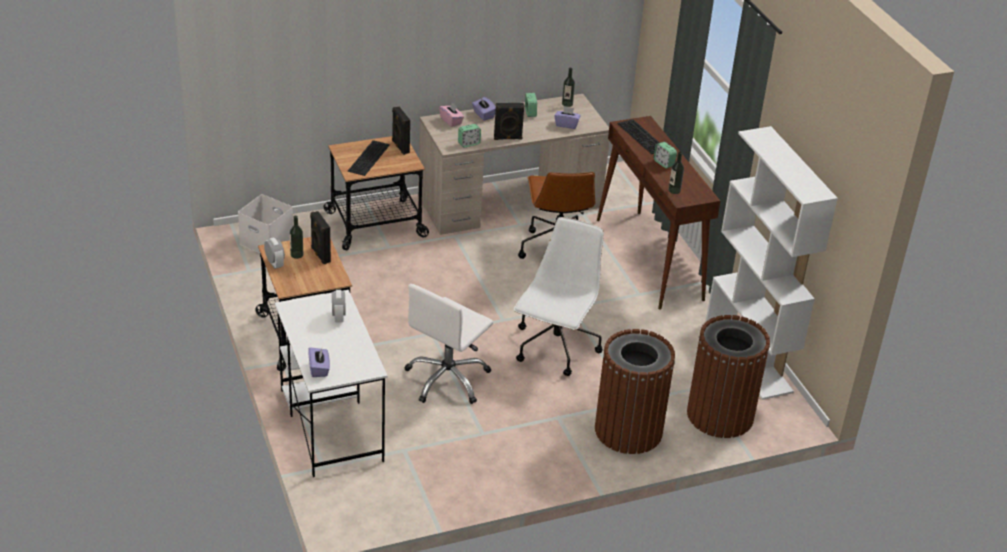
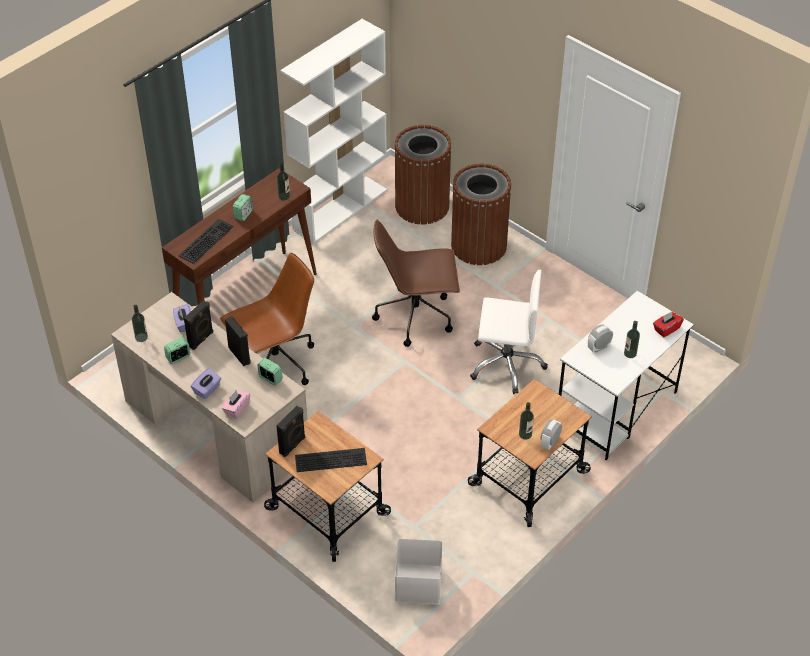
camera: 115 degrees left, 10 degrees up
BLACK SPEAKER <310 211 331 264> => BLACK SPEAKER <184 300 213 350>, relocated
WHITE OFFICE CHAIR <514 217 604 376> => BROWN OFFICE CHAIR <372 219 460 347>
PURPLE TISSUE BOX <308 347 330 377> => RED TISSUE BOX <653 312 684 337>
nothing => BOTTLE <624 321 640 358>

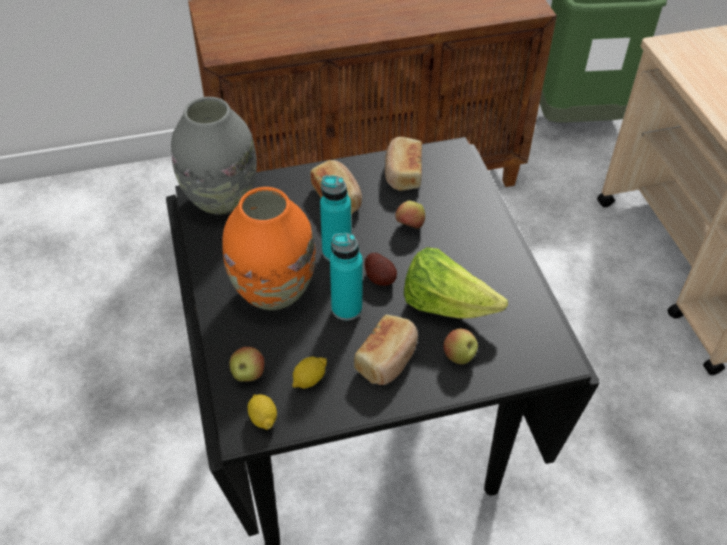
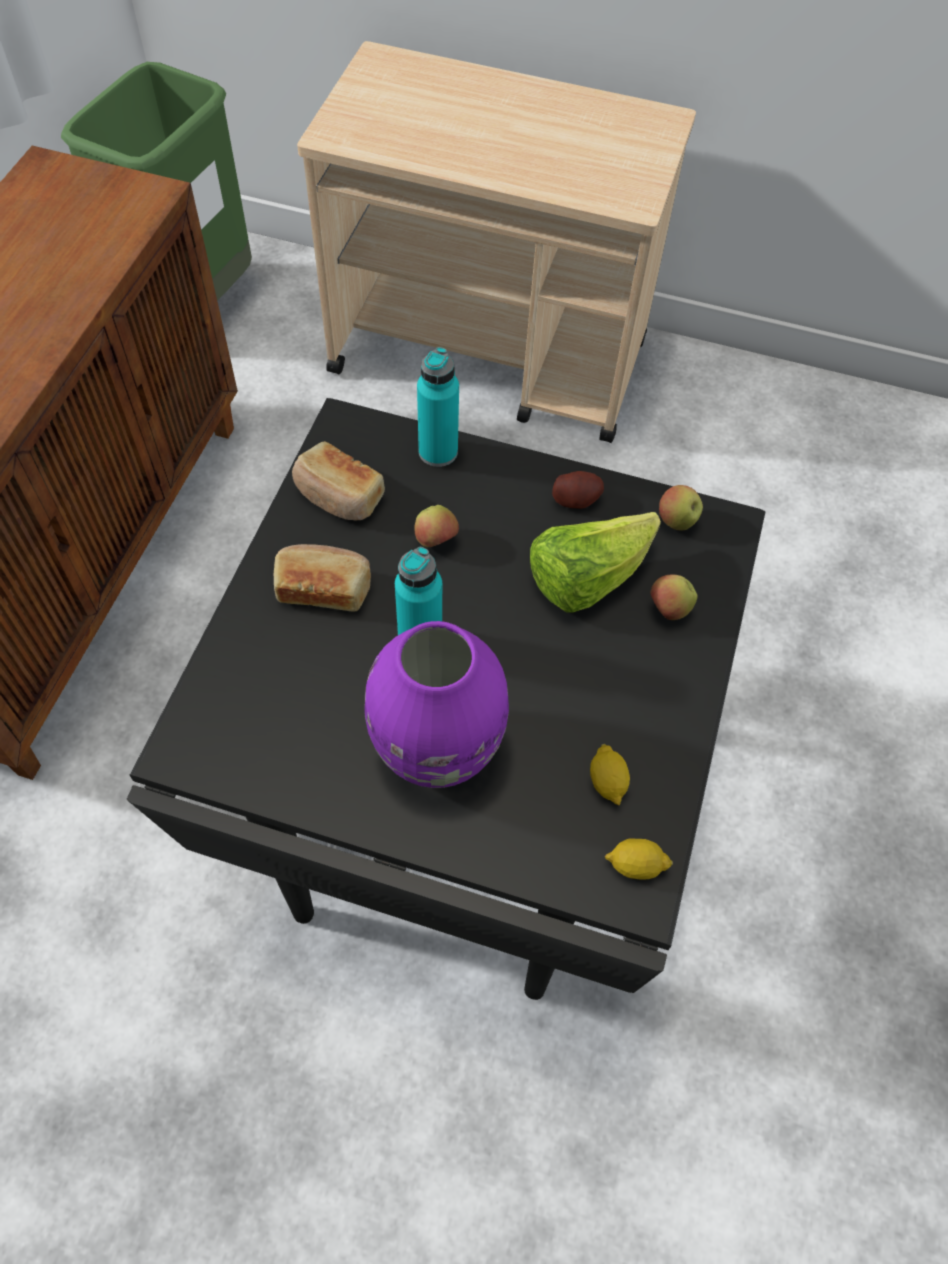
camera: 60 degrees left, 10 degrees up
GREY VASE <171 97 257 215> => nothing
ORANGE VASE <222 187 316 310> => PURPLE VASE <364 621 509 788>
TURQUOISE BOTTLE <330 233 363 321> => TURQUOISE BOTTLE <417 347 459 467>, relocated
POTATO <365 253 397 286> => POTATO <552 471 604 509>, relocated
BREAD <354 315 418 385> => nothing
APPLE <229 347 264 382> => APPLE <659 485 703 531>, relocated

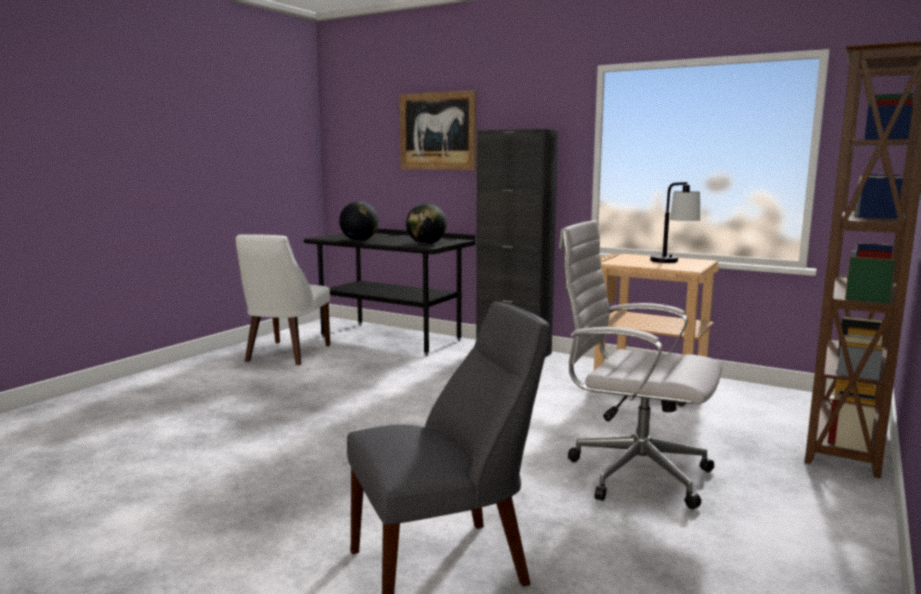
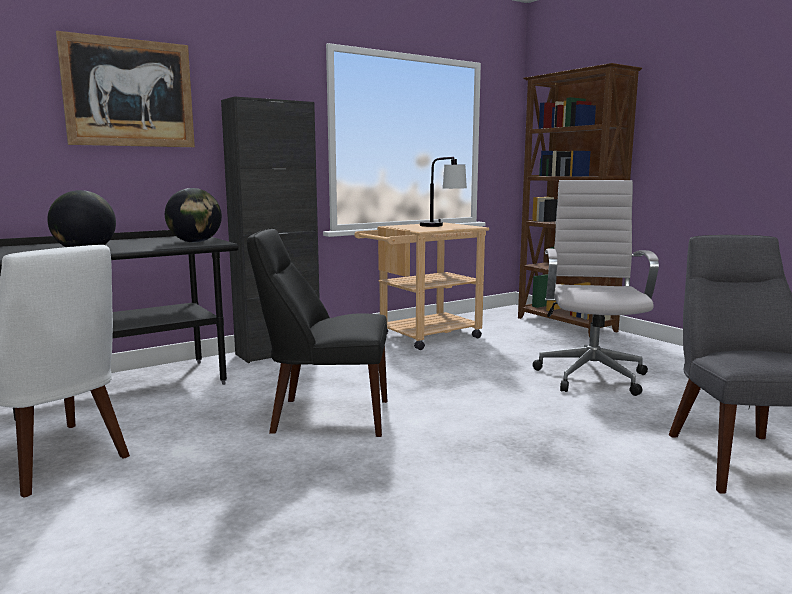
camera: 65 degrees left, 0 degrees up
WHITE OFFICE CHAIR <559 220 722 509> => WHITE OFFICE CHAIR <532 180 659 396>, 135 degrees clockwise
nothing => BLACK CHAIR <247 229 387 437>

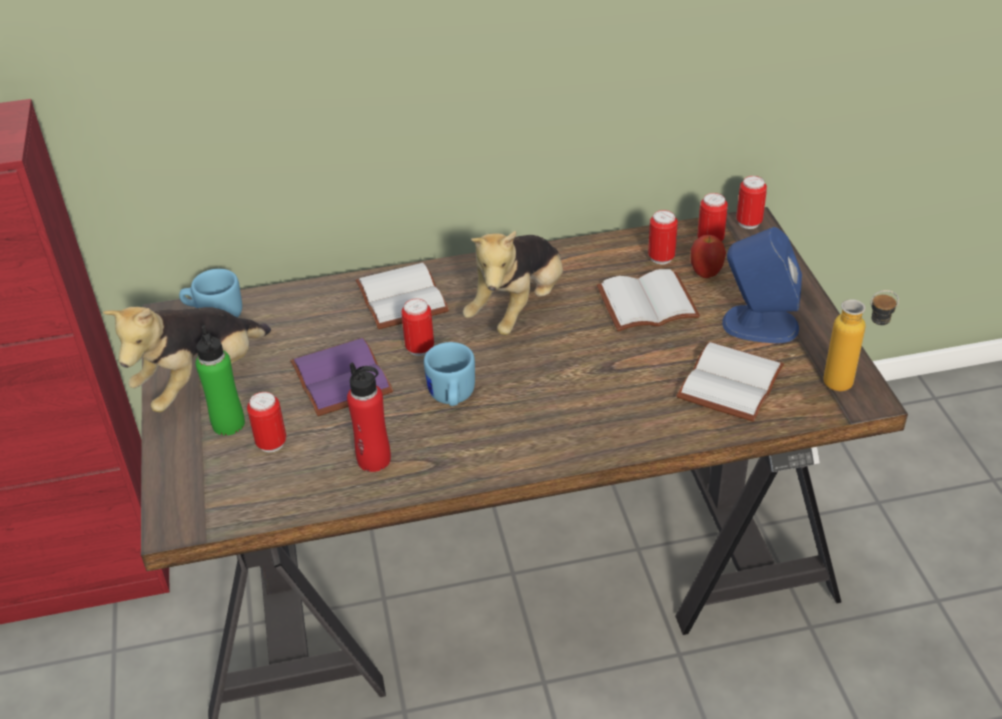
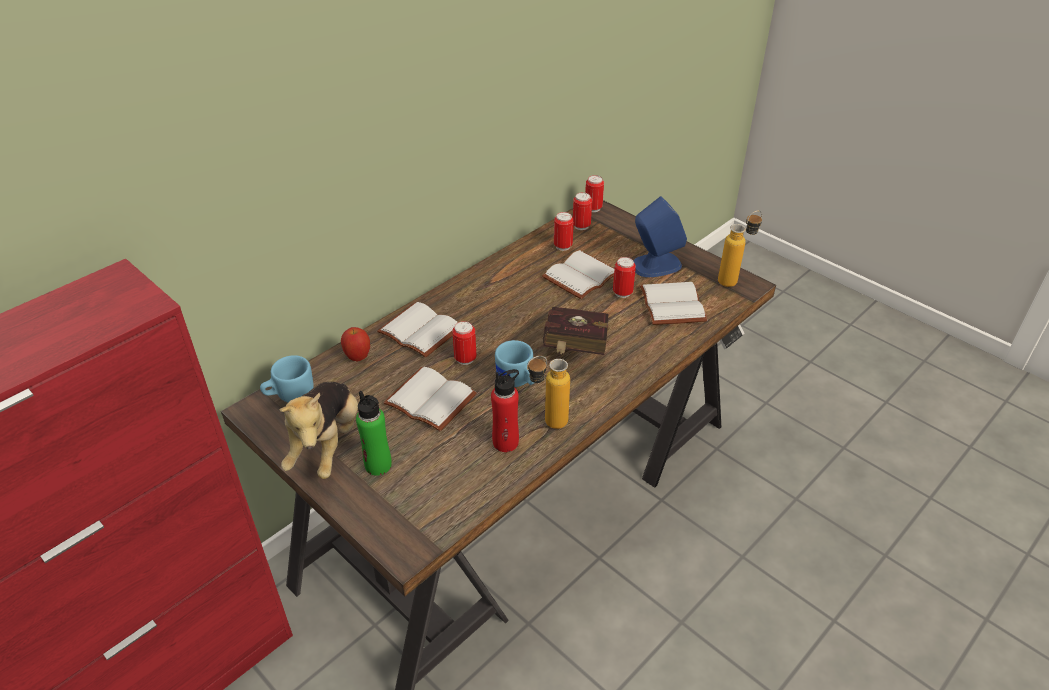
camera: 35 degrees left, 0 degrees up
PLUSH TOY <463 231 563 335> => nothing
APPLE <691 235 726 278> => APPLE <341 327 370 361>, relocated
PURPLE BOOK <290 338 393 416> => WHITE BOOK <383 367 477 431>
CAN <247 392 287 452> => CAN <613 257 636 298>, relocated
nothing => RED BOOK <543 307 609 355>
nothing => BOTTLE <527 356 570 429>

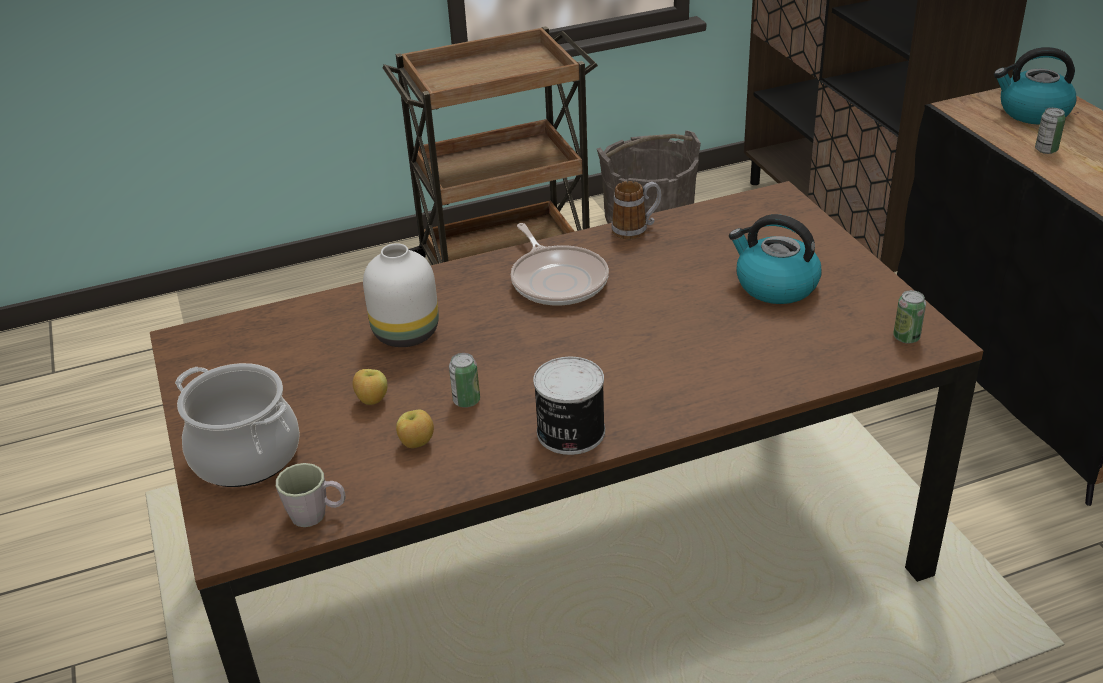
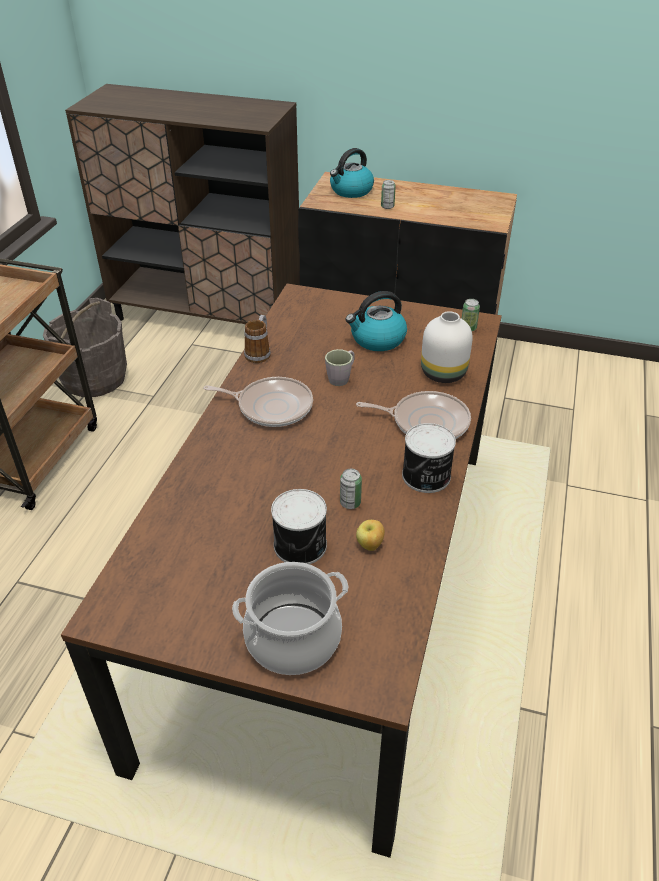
camera: 55 degrees left, 5 degrees up
WHITE VASE <363 243 439 347> => WHITE VASE <421 311 473 383>, relocated
APPLE <352 369 387 405> => CAN <271 489 327 564>
GREY MUG <276 463 346 527> => GREY MUG <325 349 355 386>, relocated
nothing => FRYING PAN <356 391 471 439>

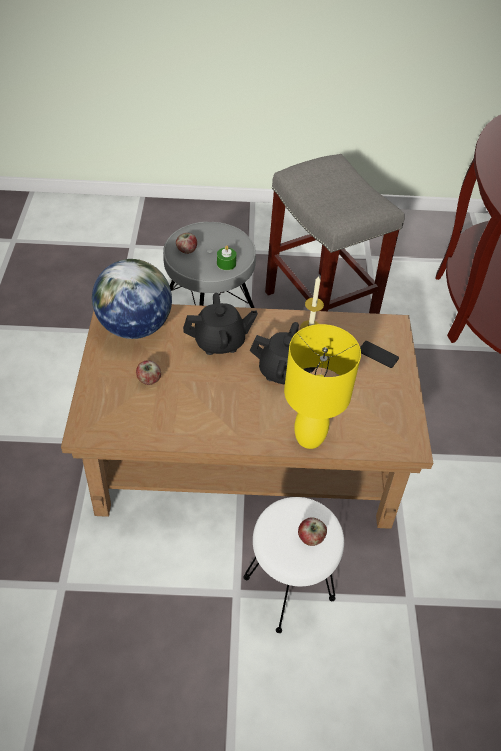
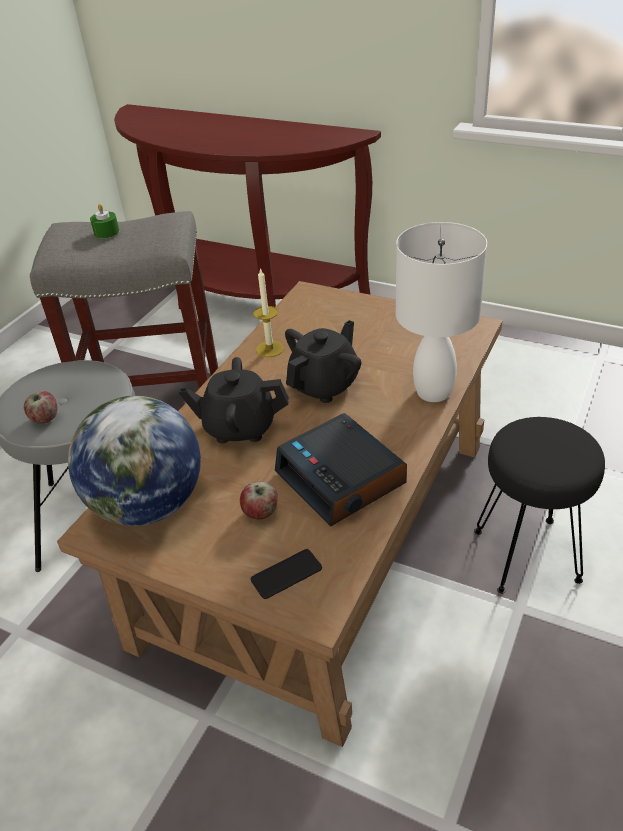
camera: 60 degrees left, 10 degrees down
GREEN CANDLE <217 245 237 270> => GREEN CANDLE <90 204 119 238>, relocated
BLACK TEAPOT <183 293 258 355> => BLACK TEAPOT <179 357 289 443>, 105 degrees counterclockwise
YELLOW TABLE LAMP <284 324 361 449> => WHITE TABLE LAMP <396 222 487 402>
PHONE <360 341 399 368> => PHONE <251 549 322 599>, relocated
WHITE STOOL <244 497 344 633> => BLACK STOOL <474 417 605 593>
APPLE <298 517 327 546> => nothing
nothing => ALARM CLOCK <275 413 407 527>

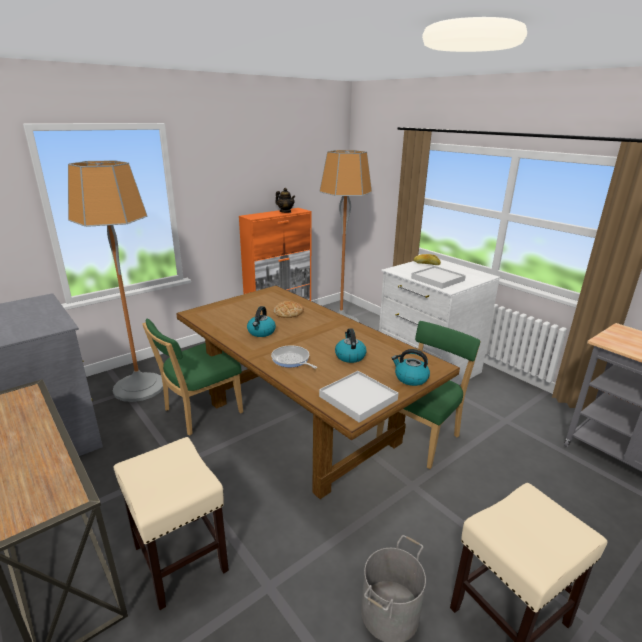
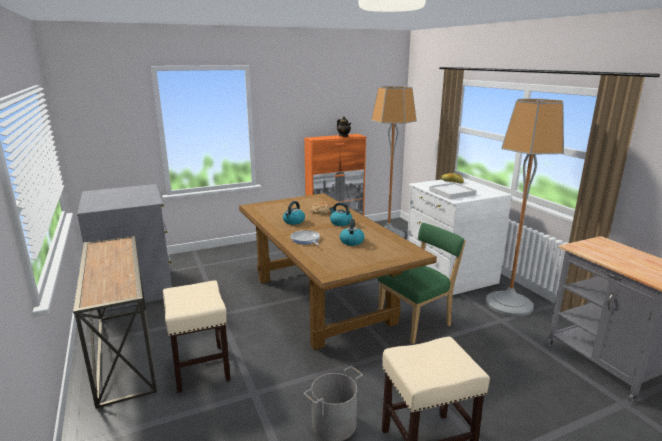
camera: 15 degrees right, 5 degrees down
FLOOR LAMP <68 160 163 402> => FLOOR LAMP <485 99 564 316>, relocated
GREEN CHAIR <142 319 243 435> => nothing
KETTLE <391 349 430 386> => KETTLE <329 202 352 226>, relocated
WHITE TRAY <319 371 398 423> => nothing

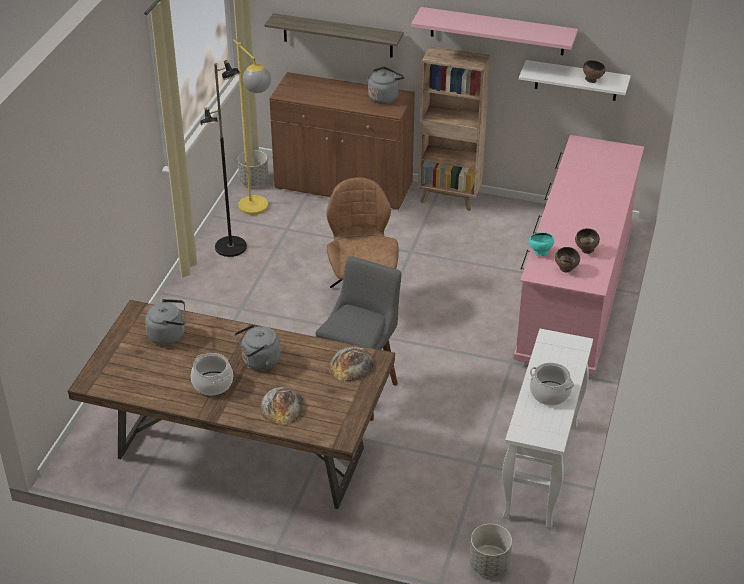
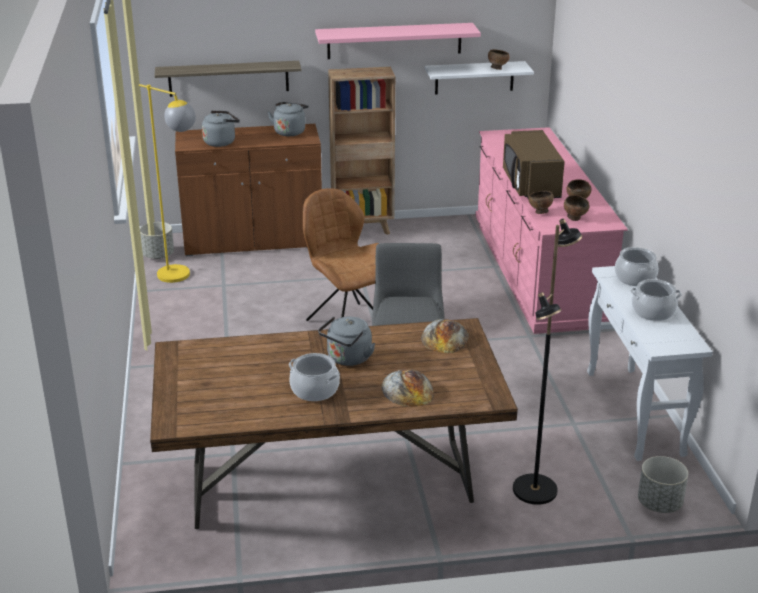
camera: 25 degrees left, 10 degrees down
BLACK FLOOR LAMP <200 60 247 257> => BLACK FLOOR LAMP <513 218 582 505>, relocated
TURQUOISE BOWL <529 232 554 256> => BROWN BOWL <528 191 554 214>
GREY KETTLE <145 299 185 345> => GREY KETTLE <202 111 240 147>, relocated
nothing => BROWN MICROWAVE <503 130 565 198>
nothing => COOKING POT <615 247 658 286>

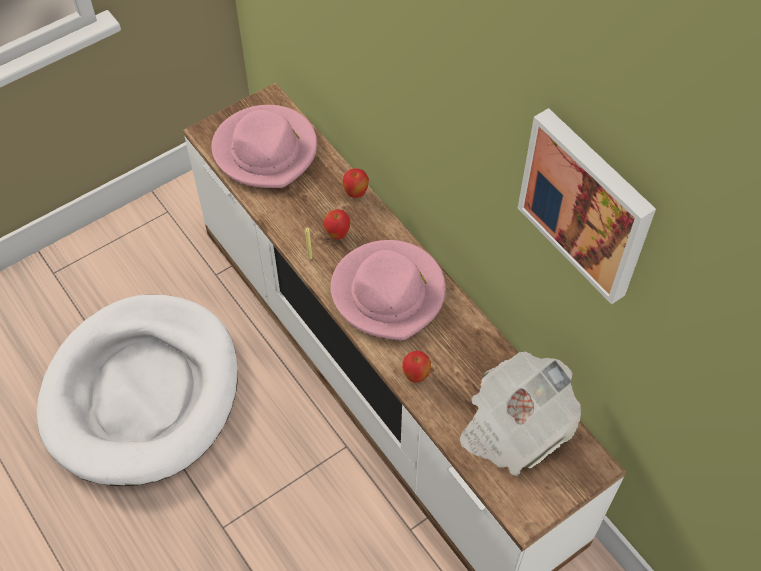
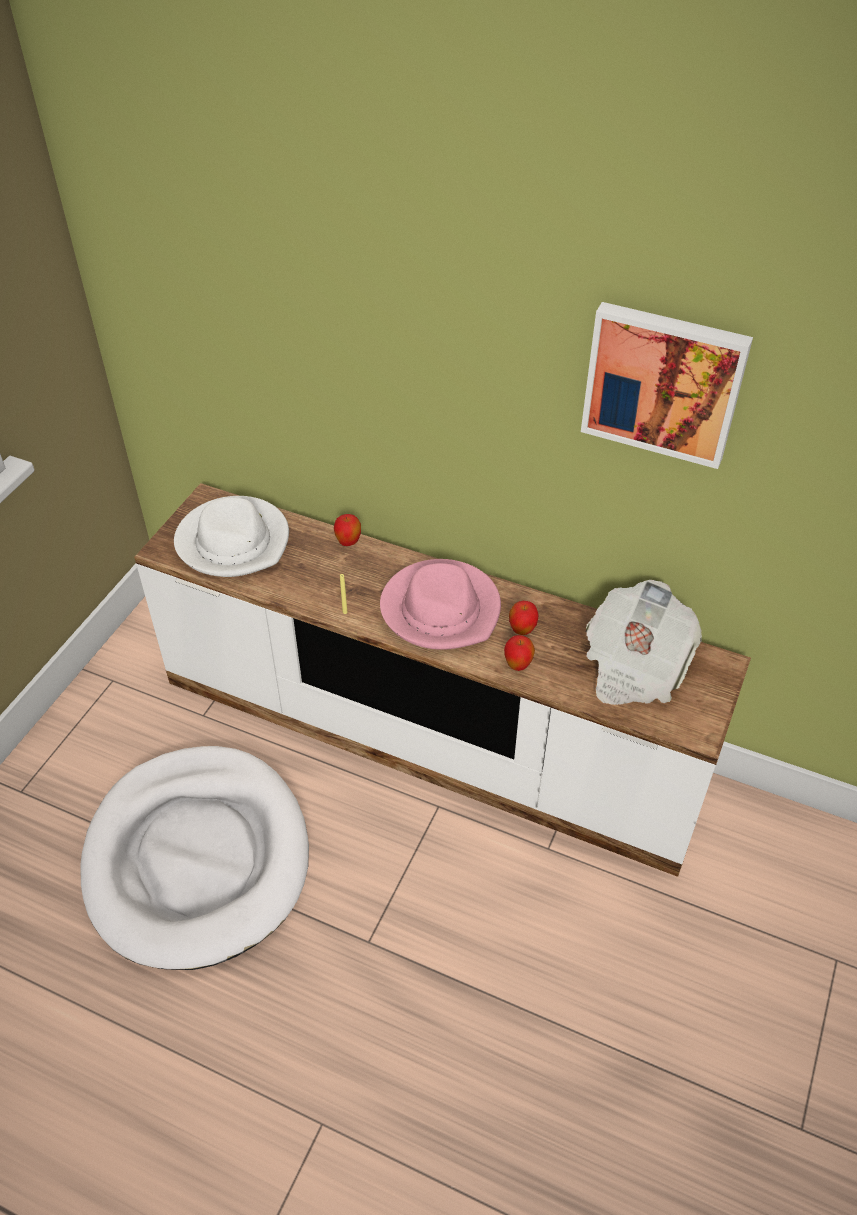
camera: 30 degrees left, 10 degrees down
PINK HAT <211 105 317 188> => WHITE HAT <174 496 289 577>
APPLE <323 209 350 239> => APPLE <509 601 539 635>, relocated

